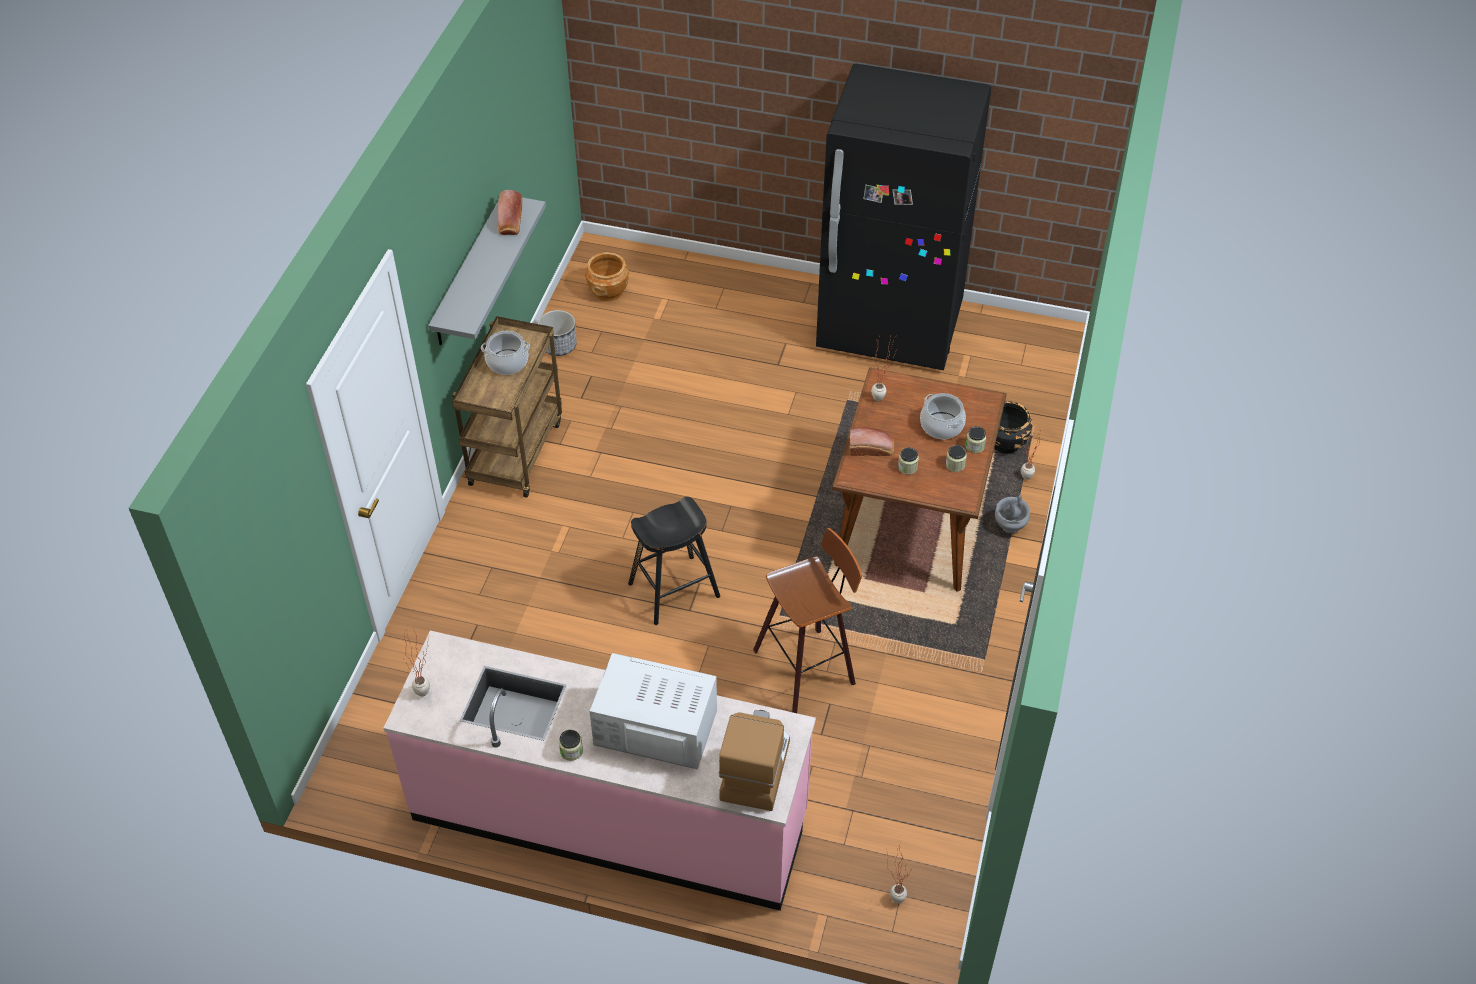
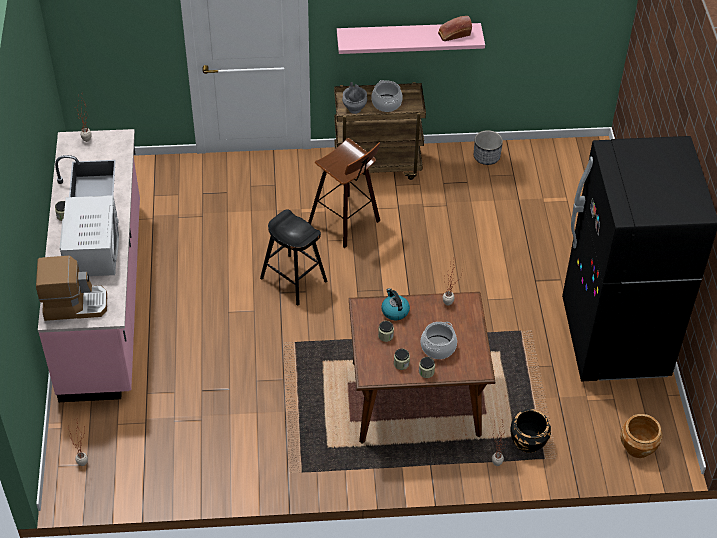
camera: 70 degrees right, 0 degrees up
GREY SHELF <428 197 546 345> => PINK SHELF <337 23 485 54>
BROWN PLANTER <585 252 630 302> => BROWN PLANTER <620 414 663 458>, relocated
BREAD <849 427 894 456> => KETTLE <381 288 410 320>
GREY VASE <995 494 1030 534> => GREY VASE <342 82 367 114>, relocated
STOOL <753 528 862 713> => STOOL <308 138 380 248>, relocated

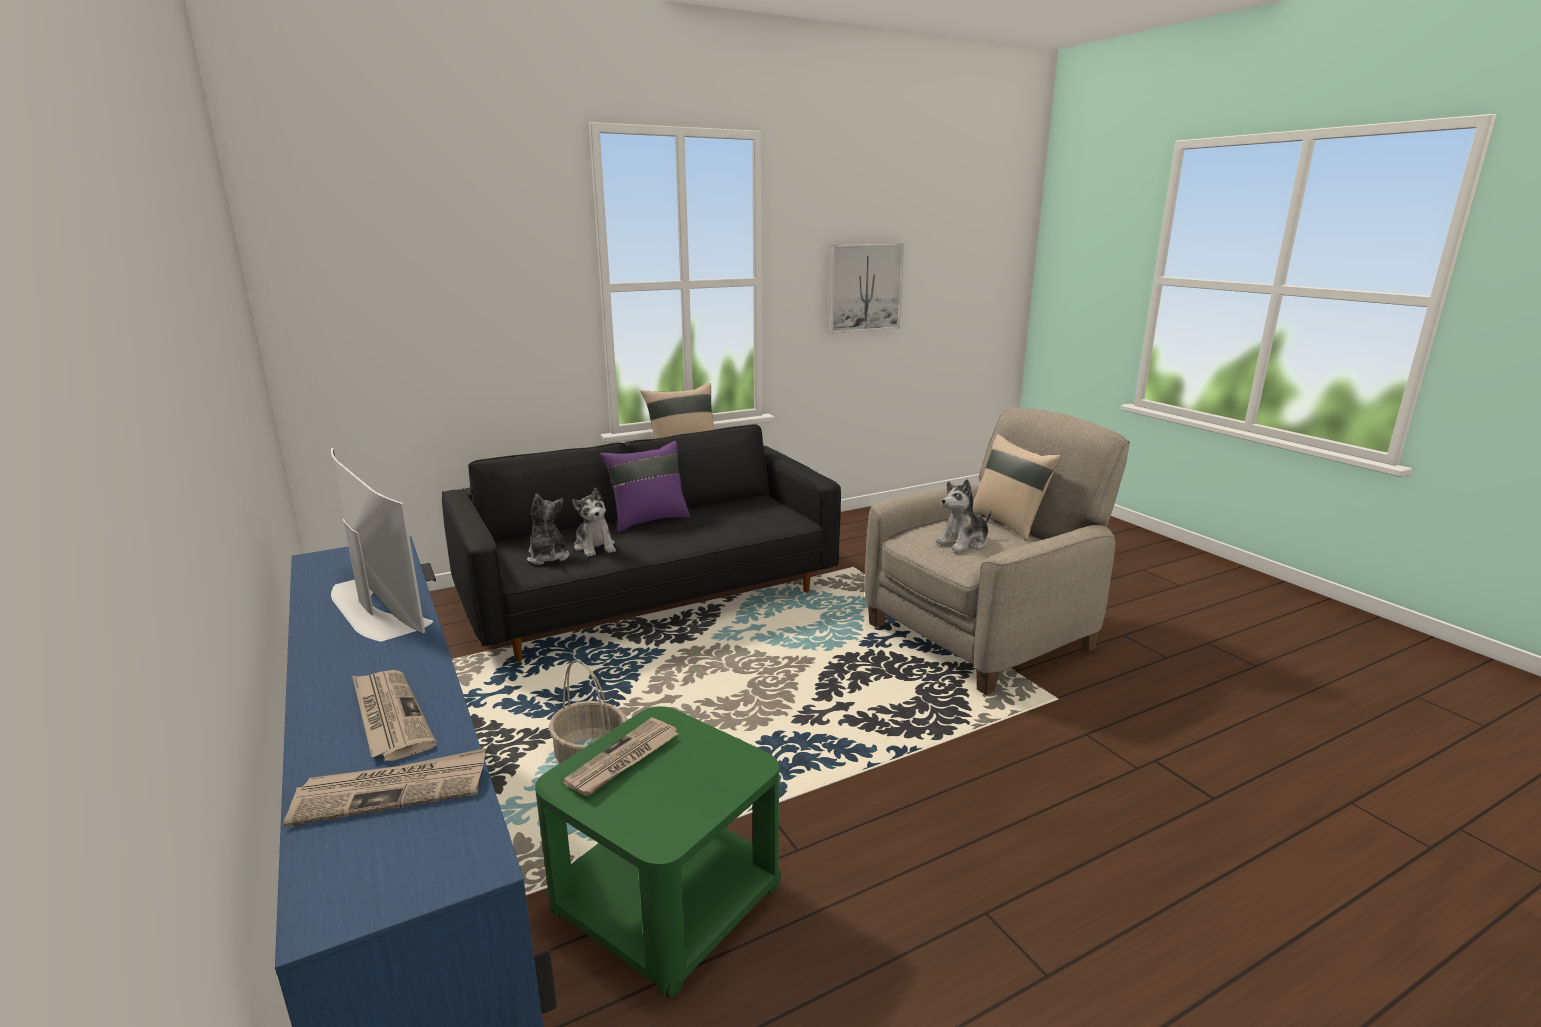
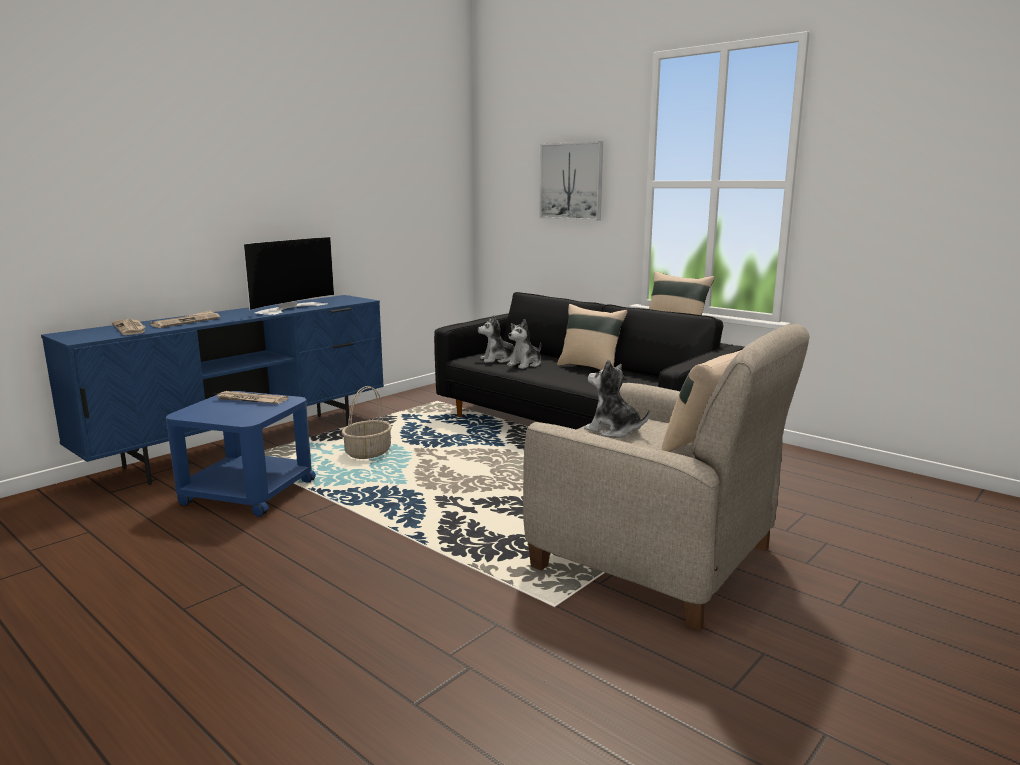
camera: 70 degrees right, 5 degrees down
PICTURE <828 244 904 334> => PICTURE <539 141 603 220>, relocated
PURPLE PILLOW <600 441 690 533> => BEIGE PILLOW <557 304 628 370>
PLUSH TOY <527 494 570 565> => PLUSH TOY <478 315 514 363>, 150 degrees counterclockwise
GREEN SIDE TABLE <535 706 781 999> => BLUE SIDE TABLE <166 391 316 517>

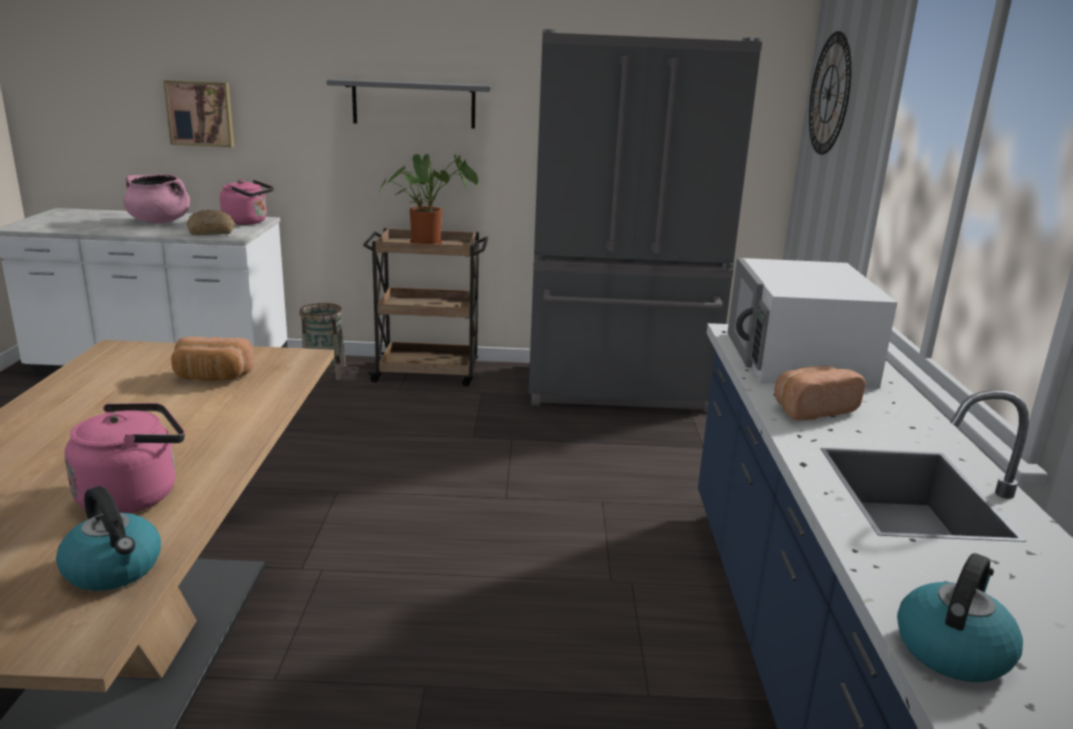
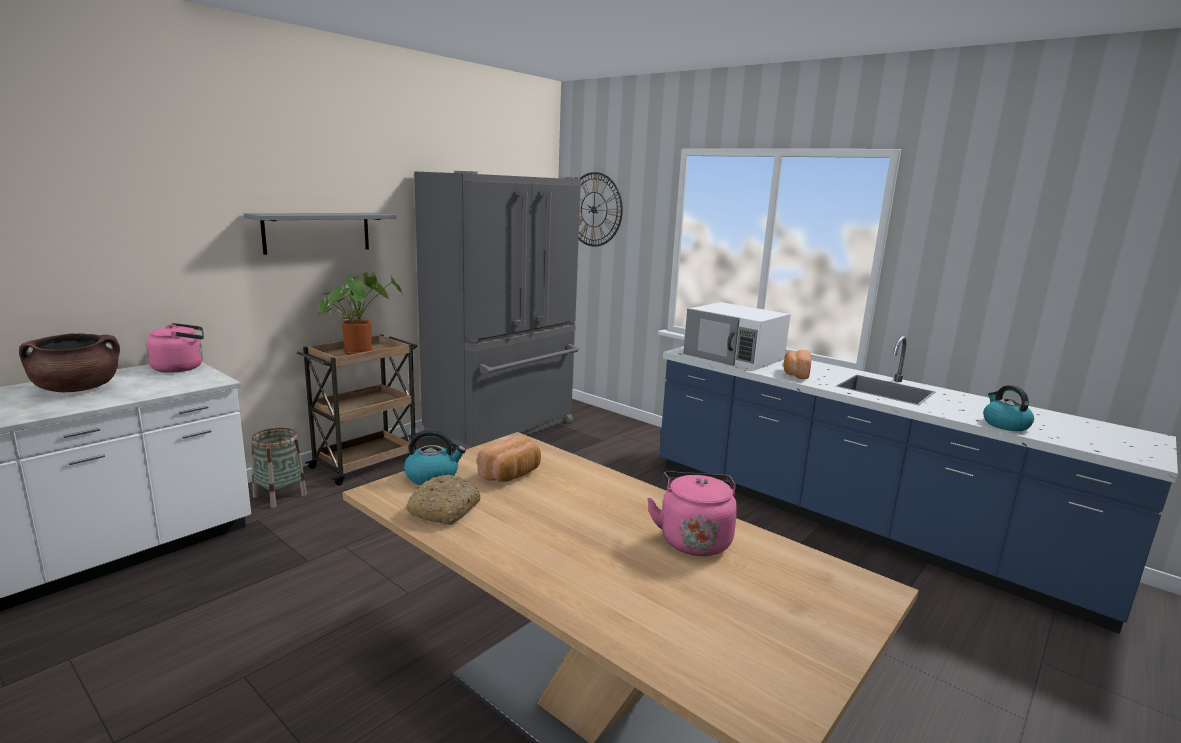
camera: 50 degrees left, 5 degrees down
PICTURE <163 80 234 147> => nothing
PINK COOKING POT <123 174 190 223> => BROWN COOKING POT <19 333 120 392>
BREAD <187 209 235 235> => BREAD <406 475 480 525>, relocated
KETTLE <56 486 161 591> => KETTLE <404 430 466 485>, relocated

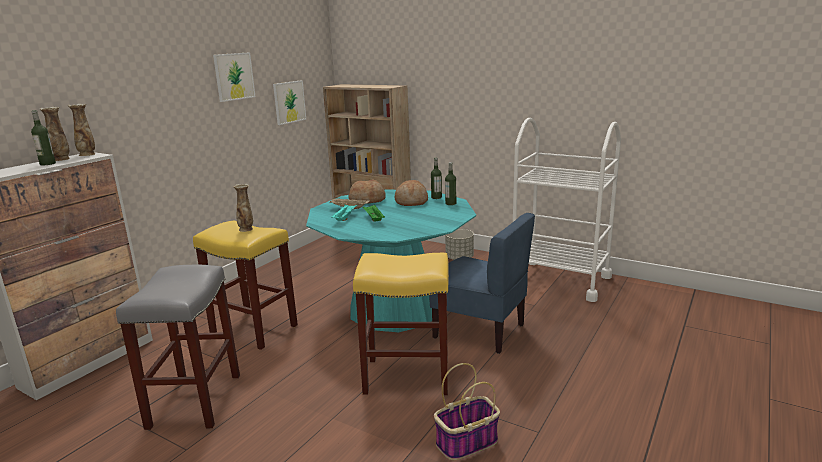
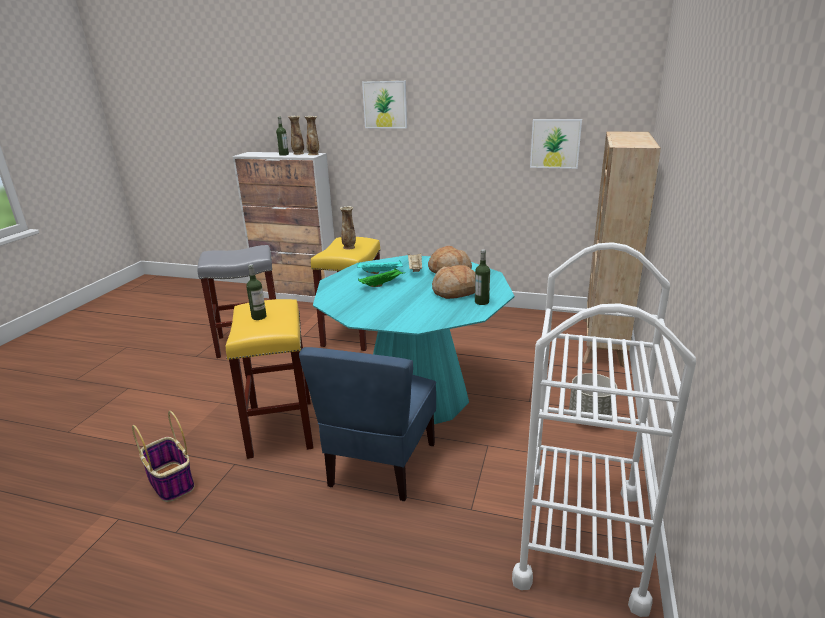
camera: 75 degrees right, 5 degrees up
PICTURE <213 52 256 102> => PICTURE <362 81 407 129>, relocated
BOTTLE <445 162 456 205> => BOTTLE <246 264 267 320>, relocated

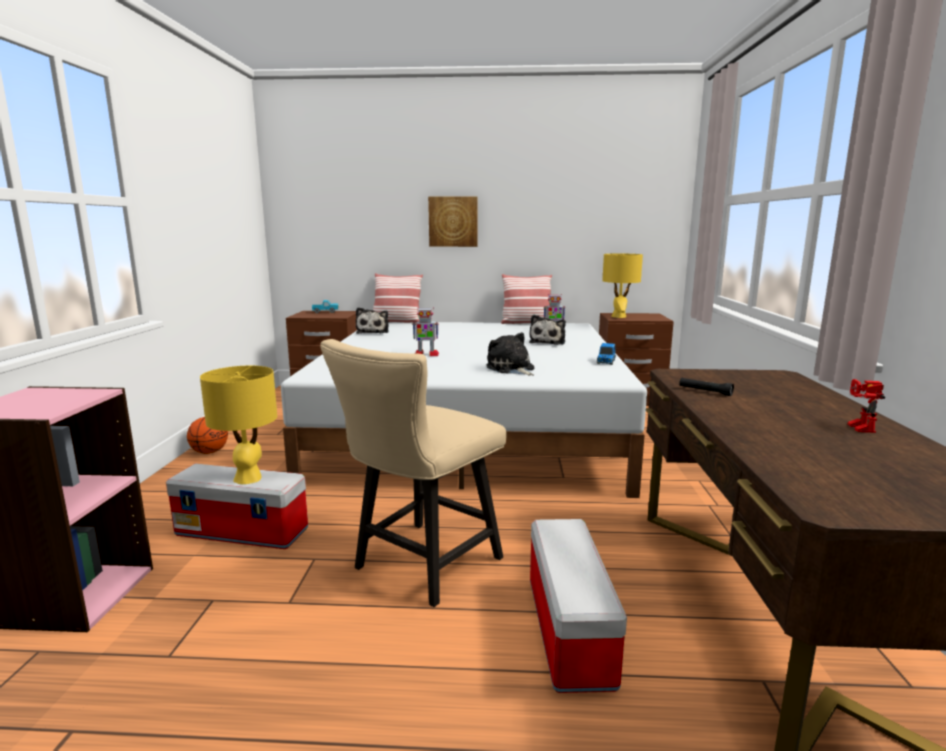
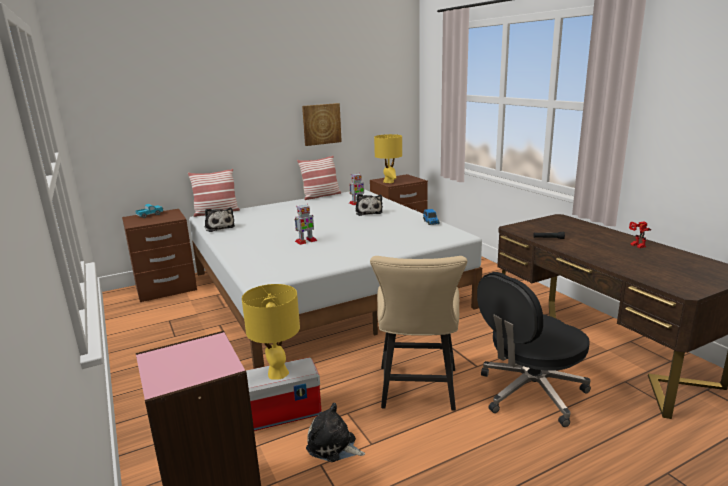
camera: 30 degrees left, 5 degrees up
PICTURE <428 196 478 247> => PICTURE <302 103 342 146>, relocated
PLUSH TOY <486 332 534 376> => PLUSH TOY <306 403 365 462>, relocated
BASKETBALL <187 417 228 454> => nothing
STORAGE BOX <530 519 627 693> => BLACK OFFICE CHAIR <477 272 591 427>

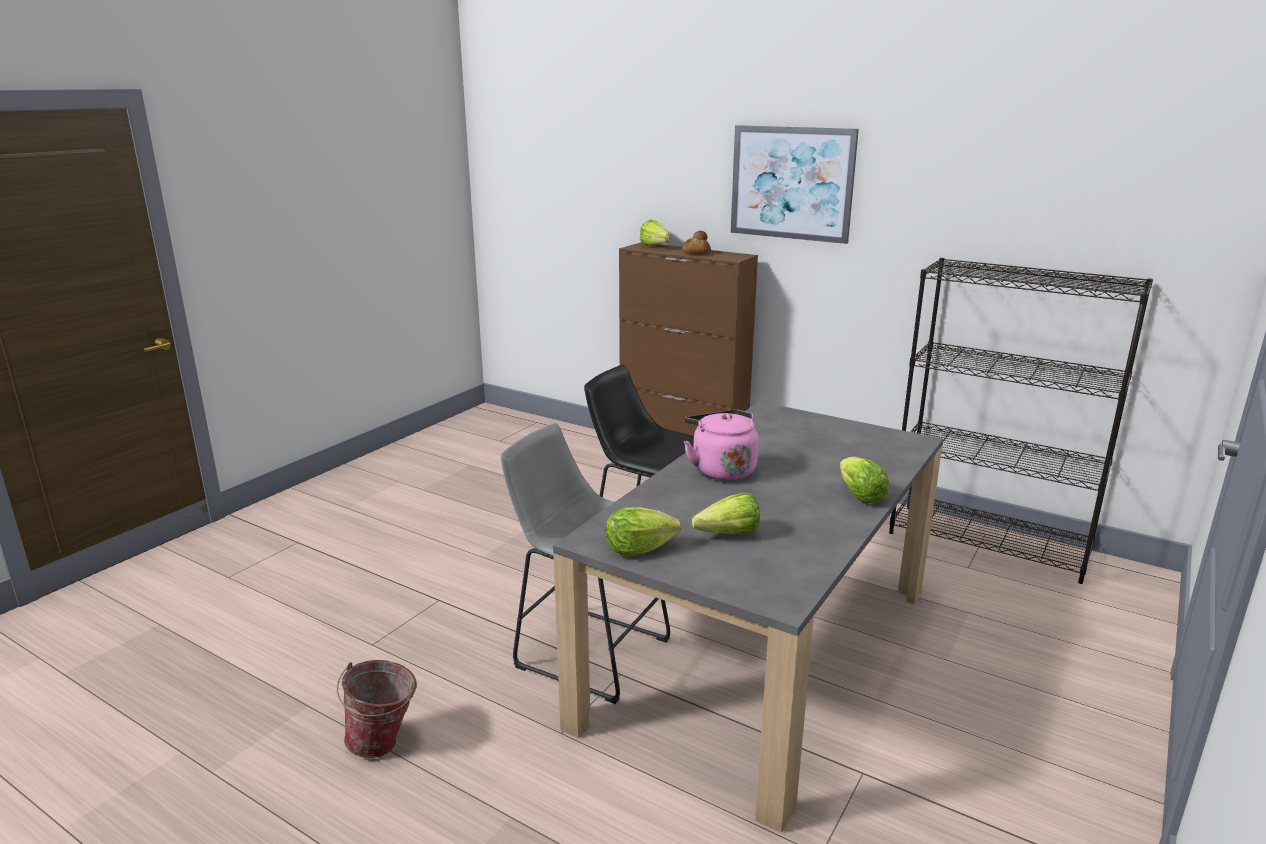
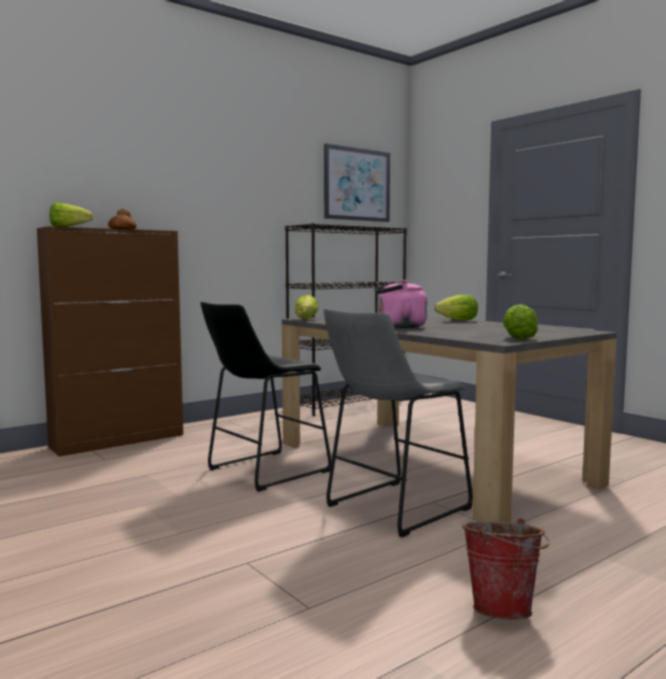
camera: 70 degrees left, 15 degrees down
PICTURE <731 125 859 244> => PICTURE <324 144 390 222>, relocated
LETTUCE <692 493 760 534> => LETTUCE <295 295 319 319>, relocated

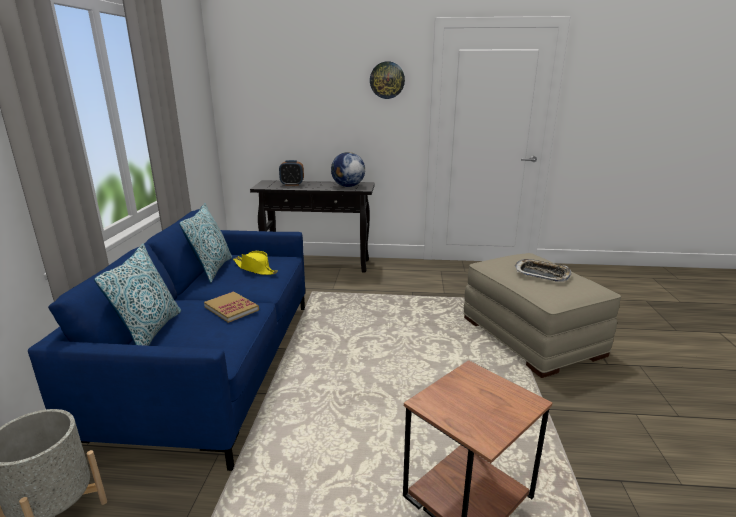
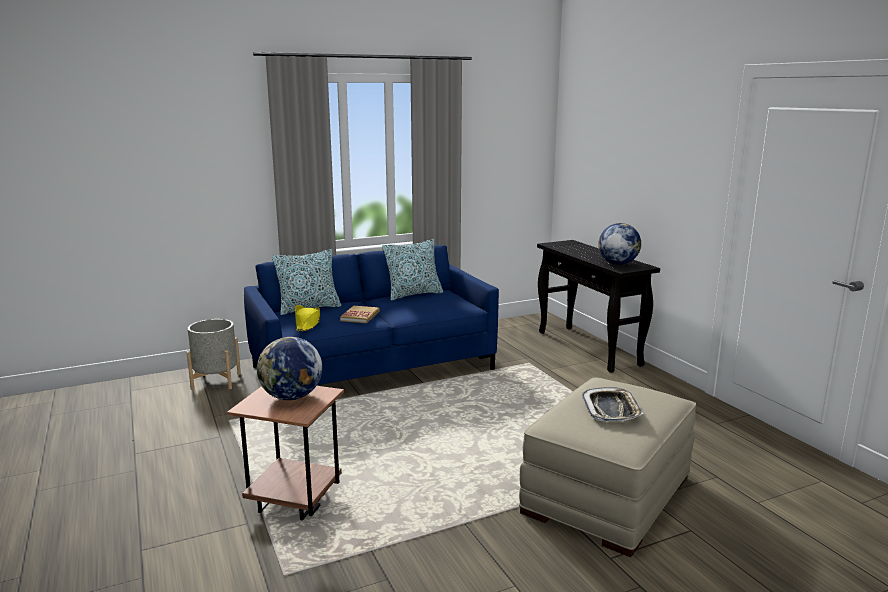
camera: 60 degrees right, 5 degrees down
WALL CLOCK <370 61 405 99> => nothing
ALARM CLOCK <279 160 304 186> => nothing
YELLOW HAT <233 251 278 275> => YELLOW HAT <294 305 320 331>, relocated
nothing => GLOBE <257 337 322 400>

